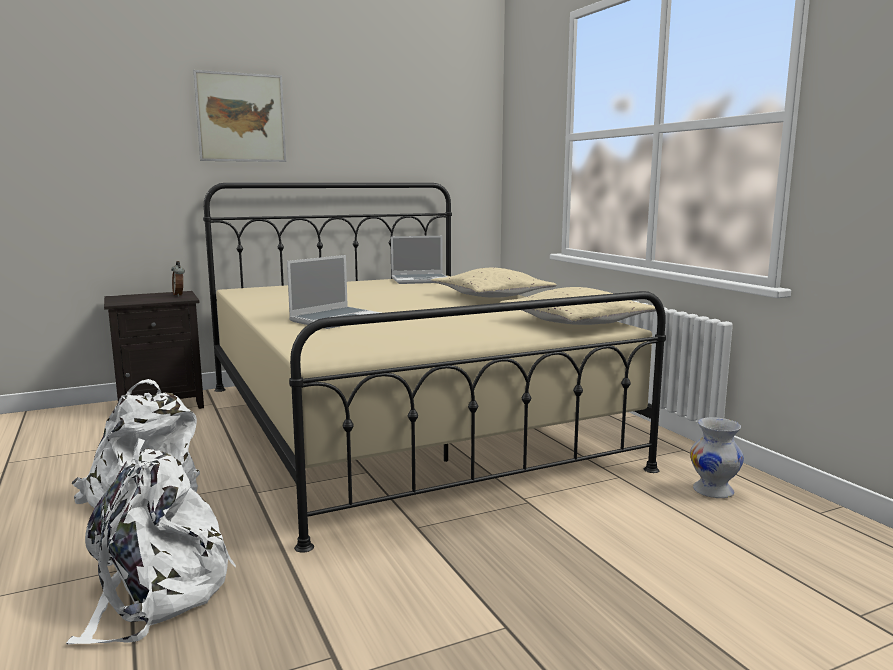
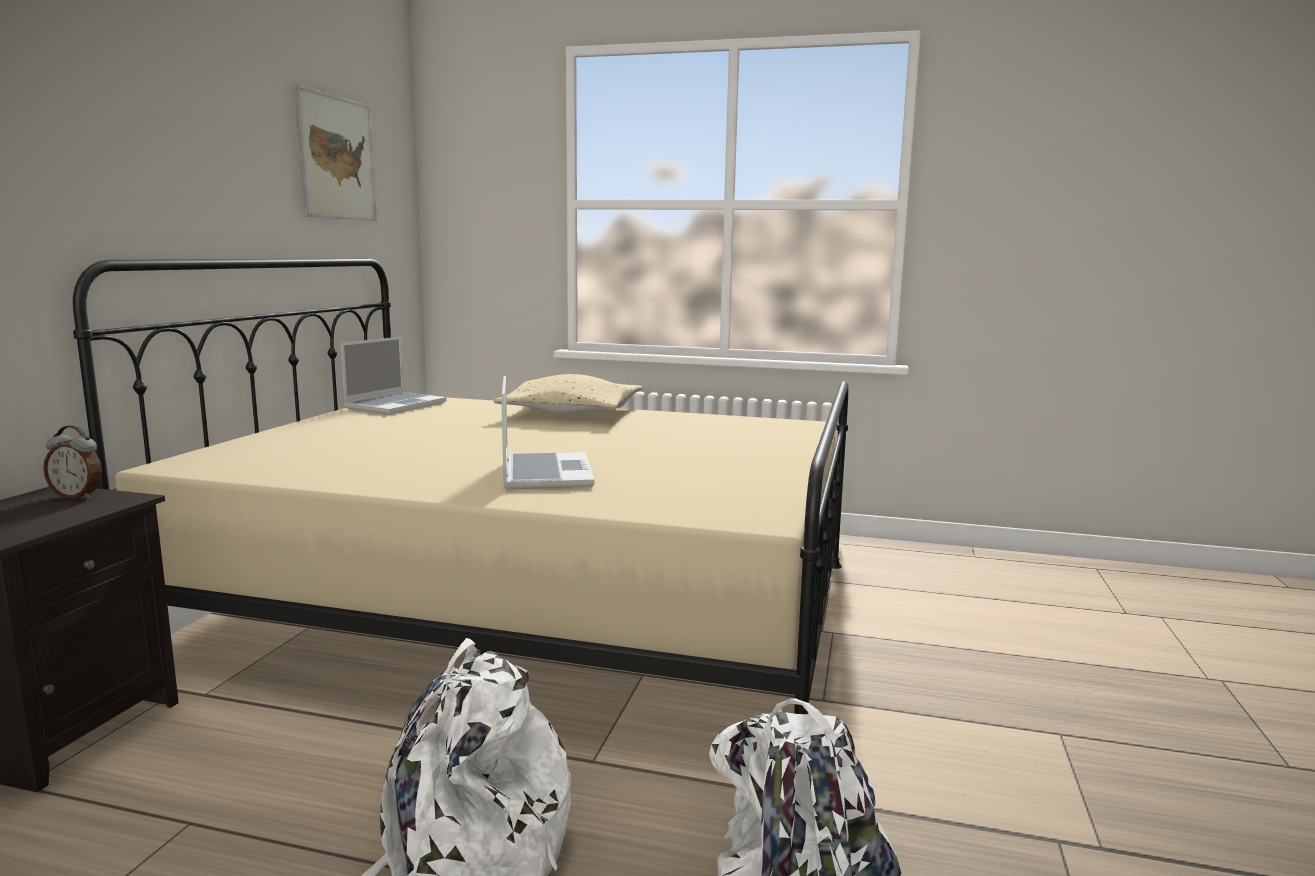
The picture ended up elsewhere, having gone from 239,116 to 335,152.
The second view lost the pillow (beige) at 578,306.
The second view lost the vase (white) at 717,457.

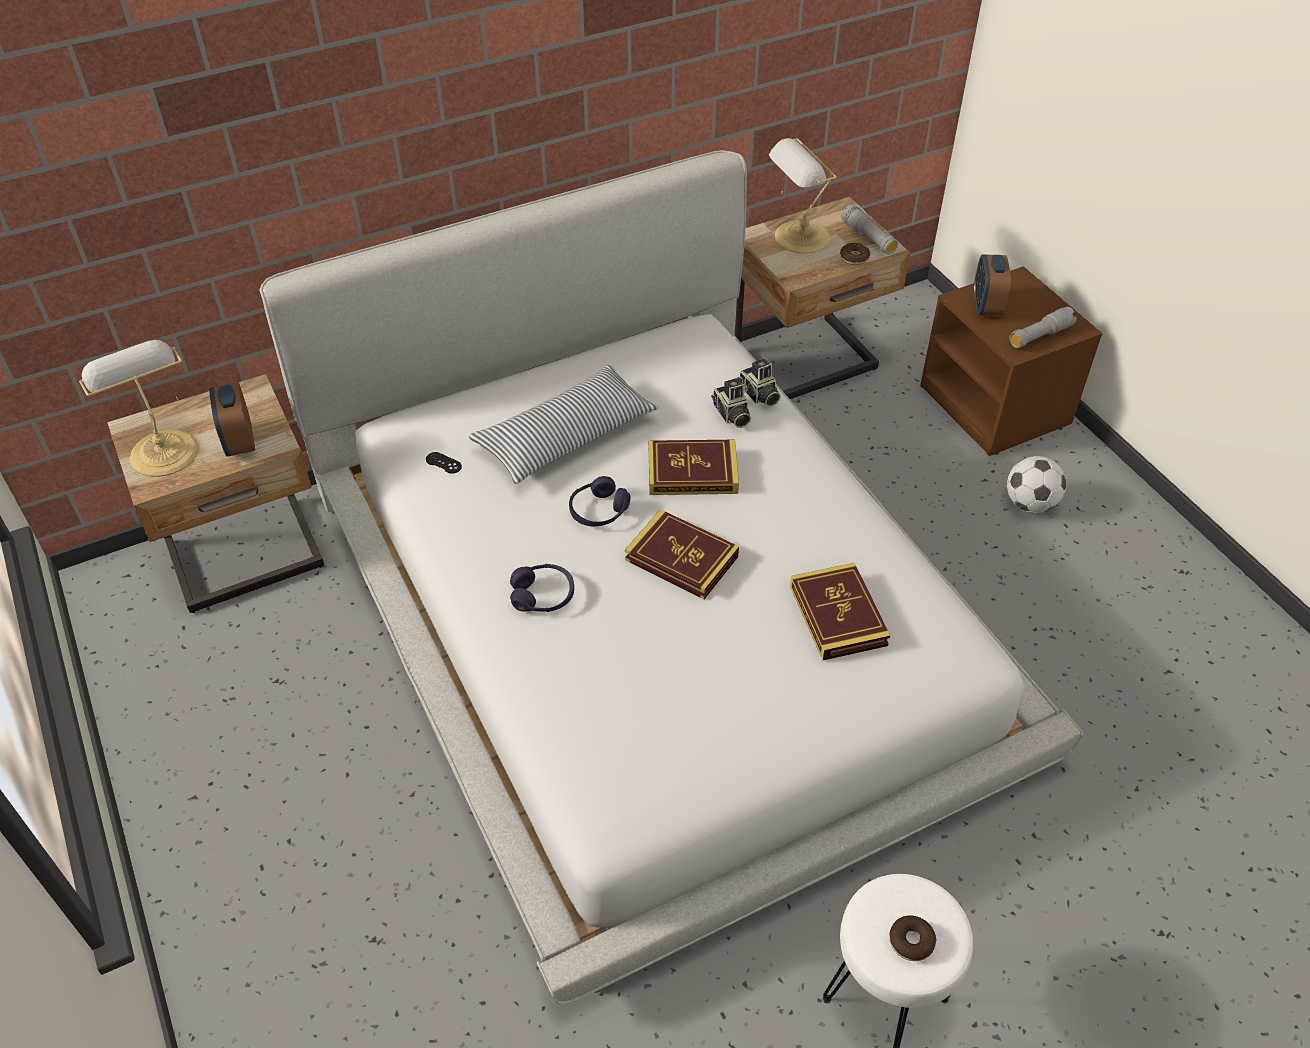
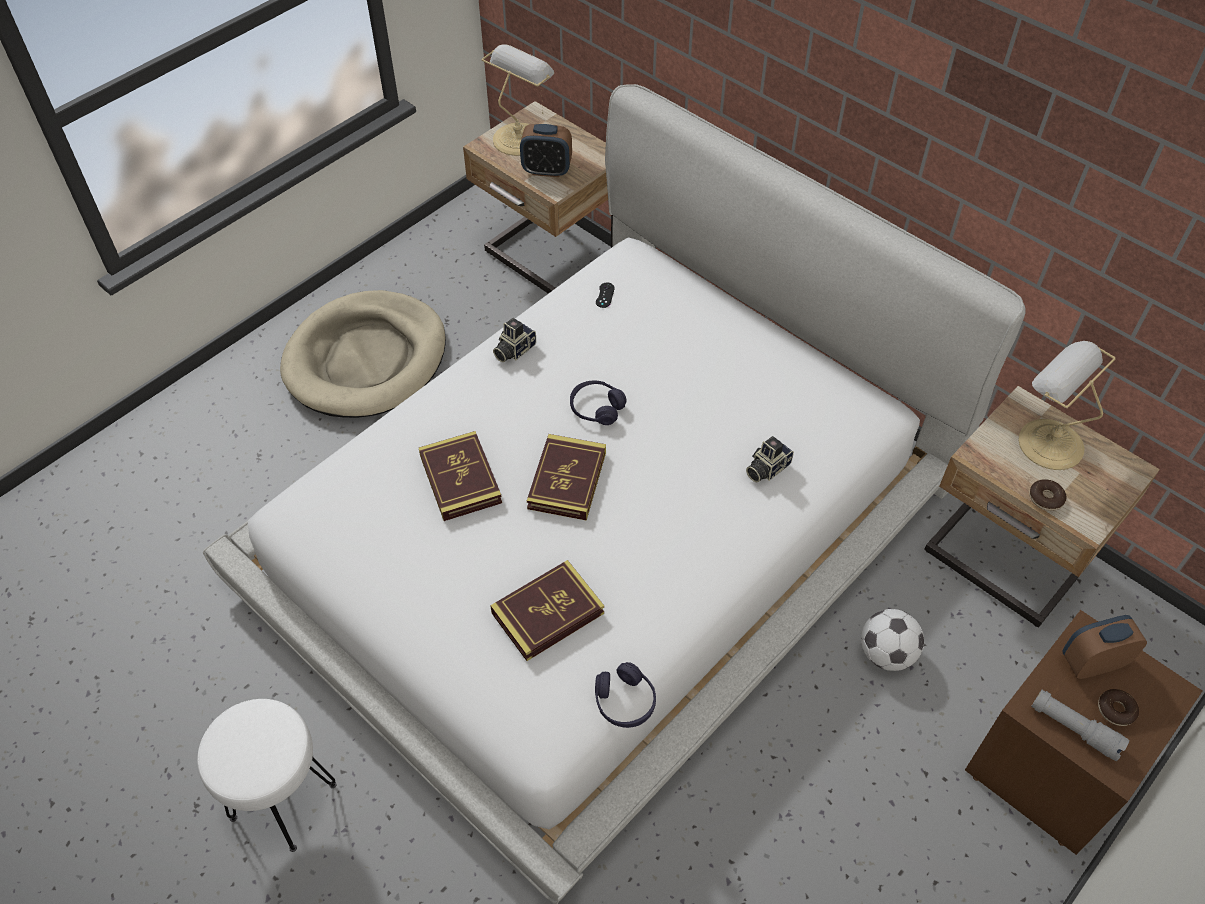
The second view gained the dog bed (beige) at 363,354.
The book ended up elsewhere, having gone from 694,467 to 460,476.
The photo camera ended up elsewhere, having gone from 759,382 to 514,340.
The alarm clock at 232,419 ended up facing another way, 135 degrees counterclockwise from before.
The headphones (purple) ended up elsewhere, having gone from 542,588 to 625,695.
The football ended up elsewhere, having gone from 1036,484 to 892,640.
The donut ended up elsewhere, having gone from 912,938 to 1118,707.
The second view lost the pillow at 564,424.
The second view lost the flashlight (grey) at 869,229.

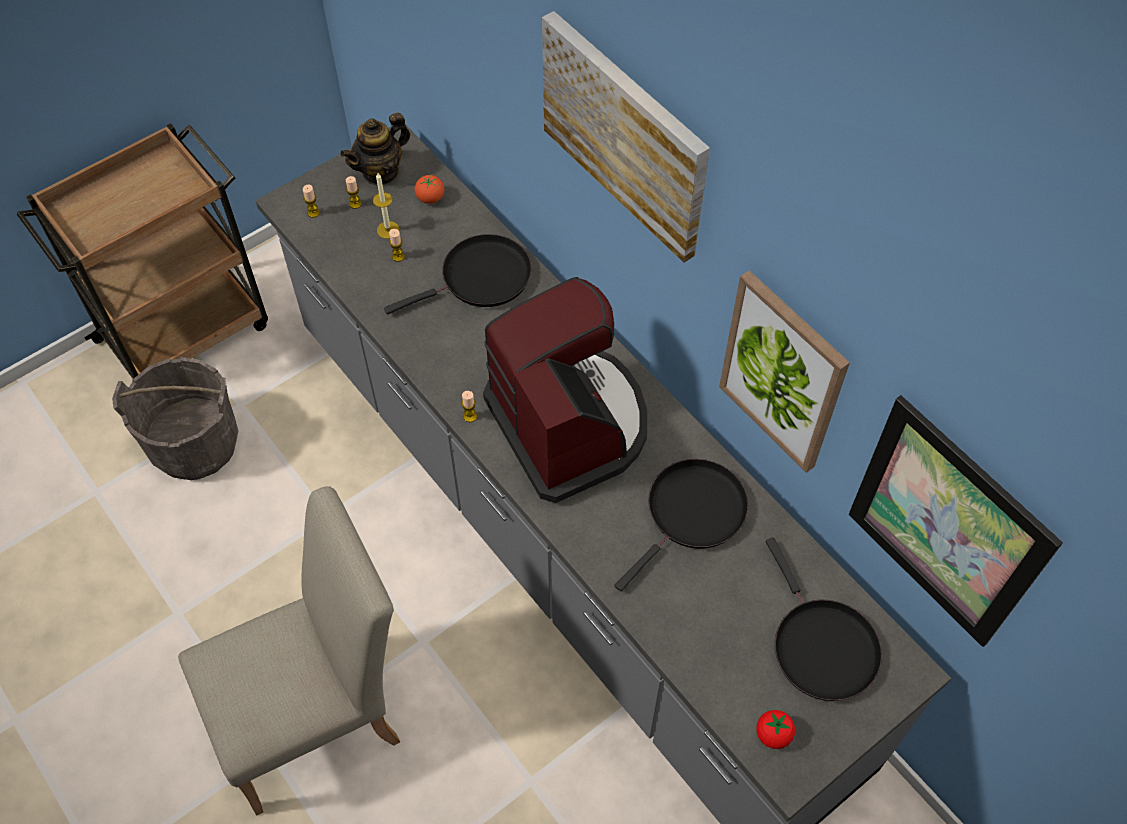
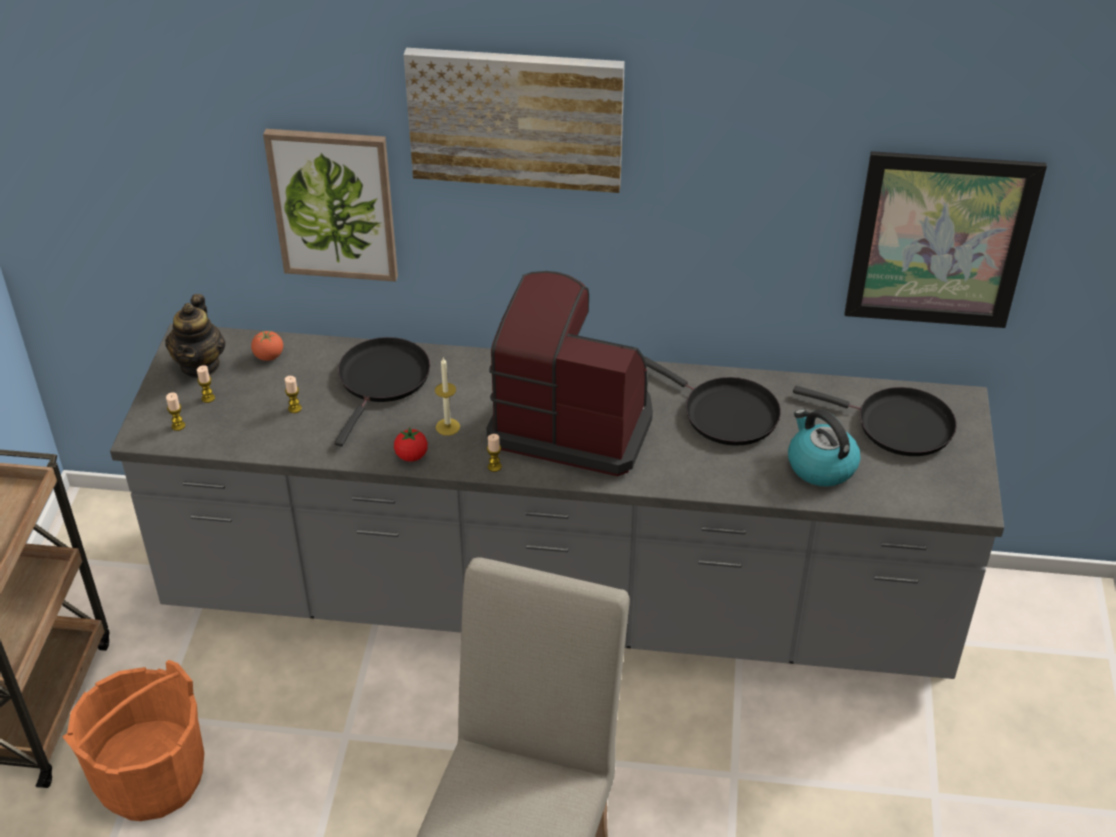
What was the bucket (grey) at 175,418 turned into the bucket (orange) at 133,740.
The picture ended up elsewhere, having gone from 784,371 to 330,205.
The tomato ended up elsewhere, having gone from 775,729 to 411,444.
The candle ended up elsewhere, having gone from 386,206 to 447,397.
The frying pan (black) at 681,525 ended up facing another way, 135 degrees clockwise from before.
The second view gained the kettle at 824,448.

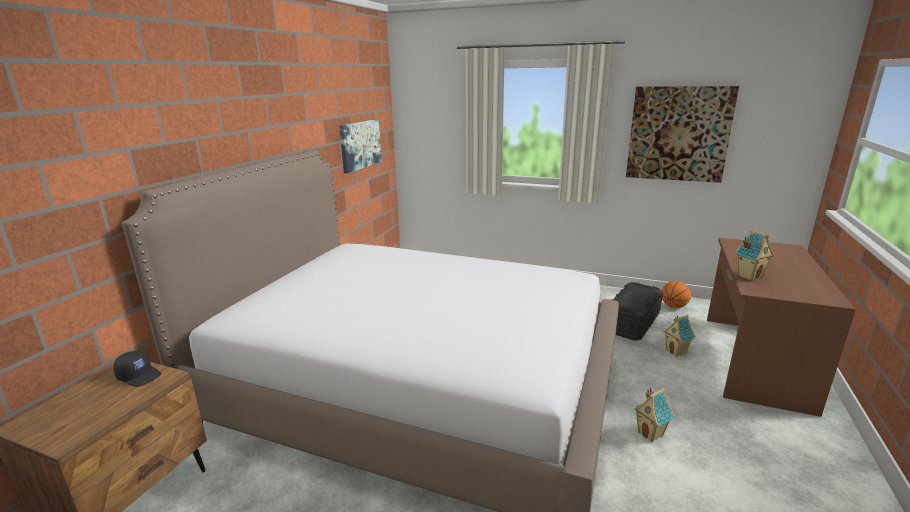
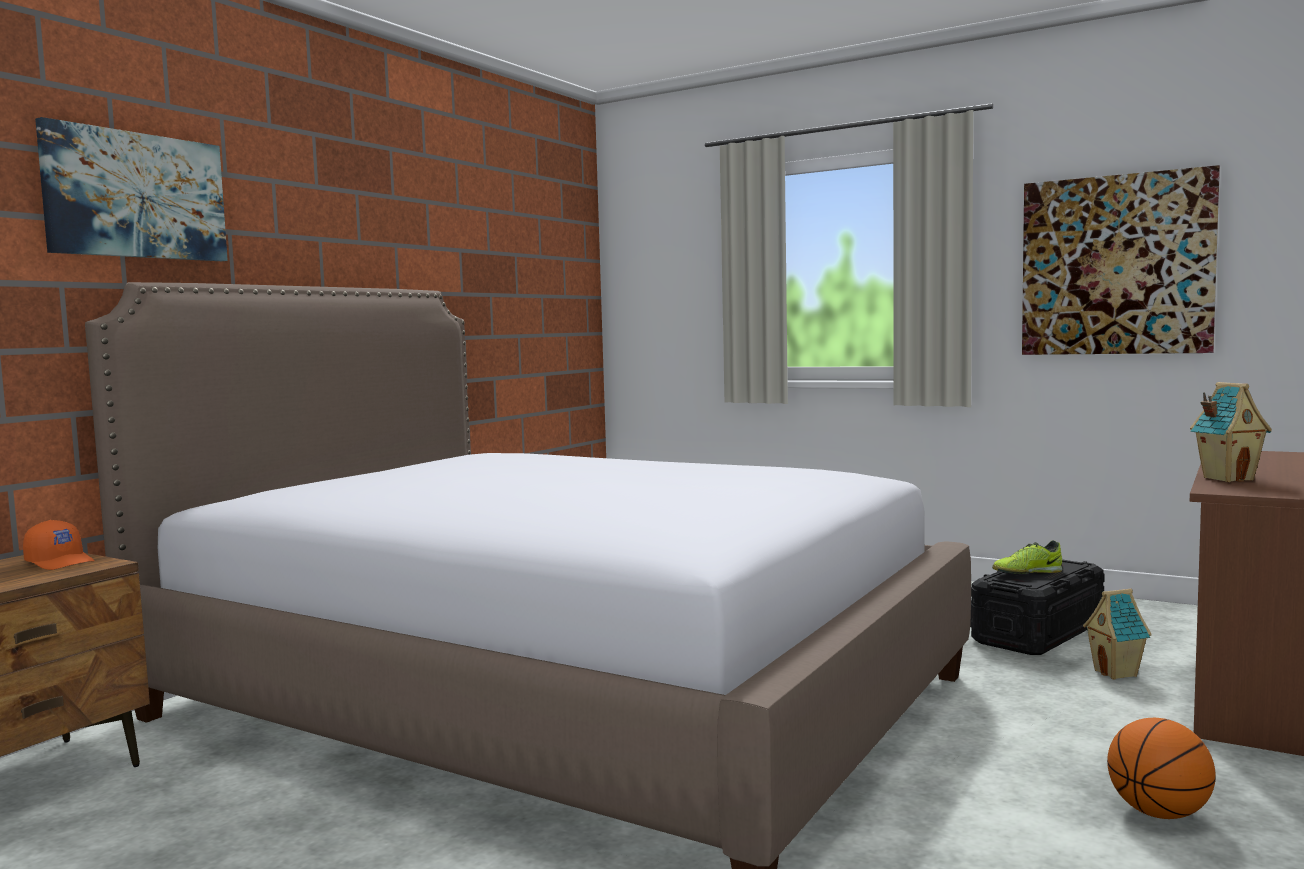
What was the cap (black) at 137,369 turned into the cap (orange) at 58,545.
The picture ended up elsewhere, having gone from 360,146 to 131,189.
The second view gained the shoe at 1027,557.
The basketball ended up elsewhere, having gone from 676,294 to 1161,768.
The second view lost the toy house at 654,414.

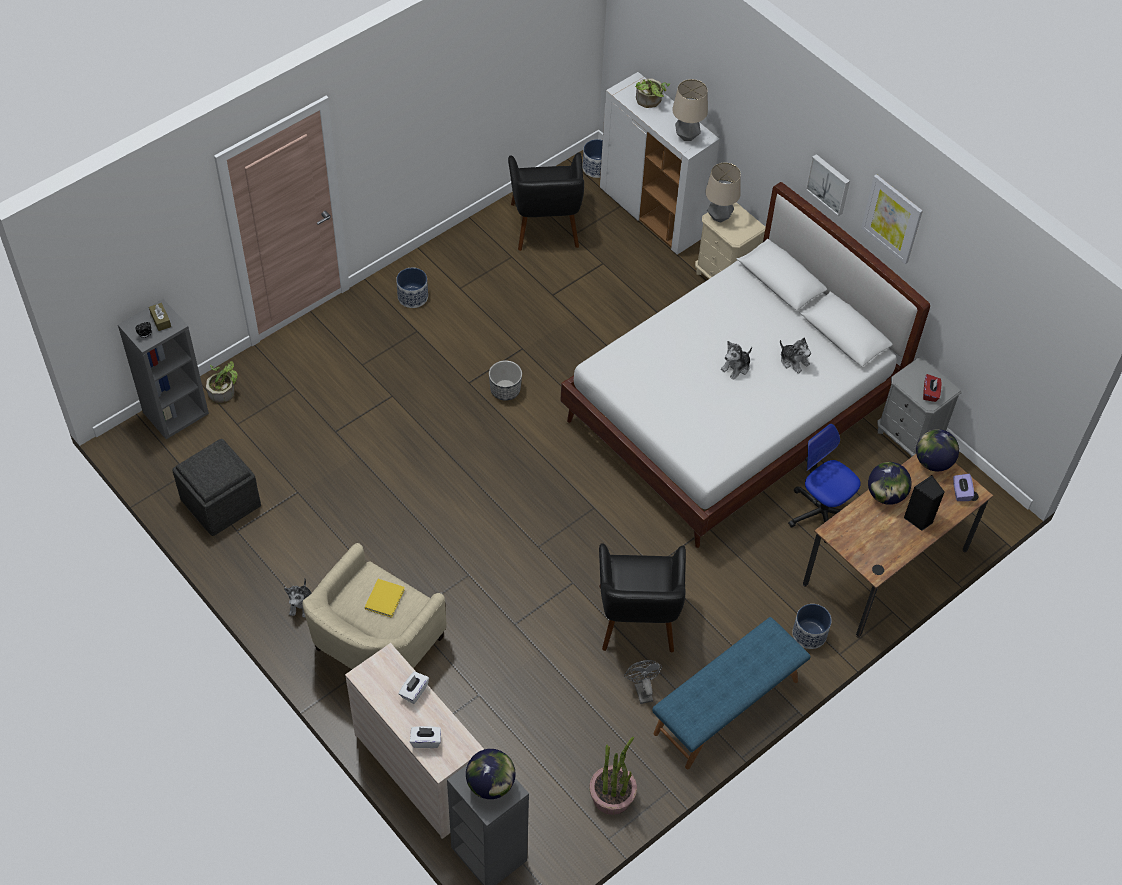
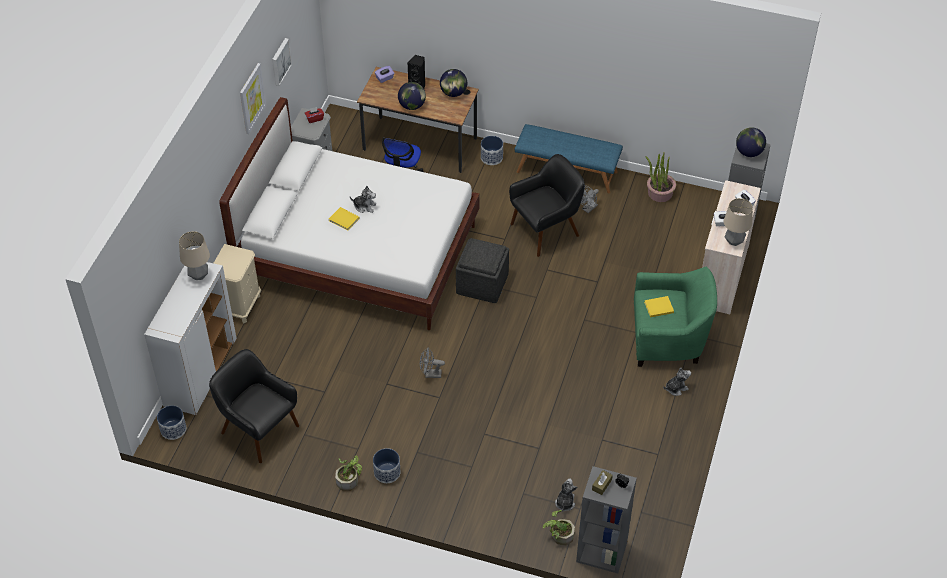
The armchair (black) at 546,201 ended up facing another way, 105 degrees counterclockwise from before.
The picture ended up elsewhere, having gone from 827,185 to 282,62.
The second view gained the book (yellow) at 344,219.
The potted plant ended up elsewhere, having gone from 652,93 to 348,473.
Where the planter stood at 505,380, the fan (grey) came to stand at 432,362.
The globe ended up elsewhere, having gone from 937,450 to 453,83.
The ottoman (grey) ended up elsewhere, having gone from 216,487 to 482,270.
The plush toy ended up elsewhere, having gone from 795,355 to 566,495.
What was the armchair (beige) at 374,606 turned into the armchair (green) at 675,317.
The table lamp ended up elsewhere, having gone from 723,192 to 738,222.

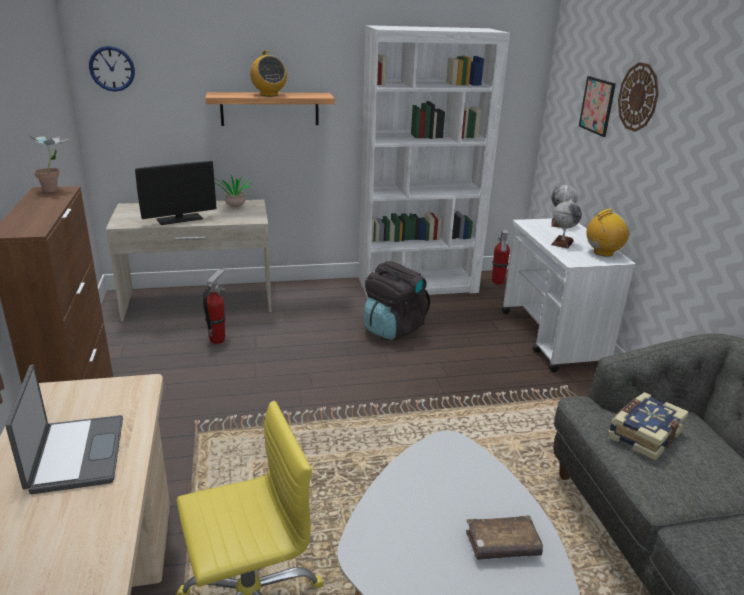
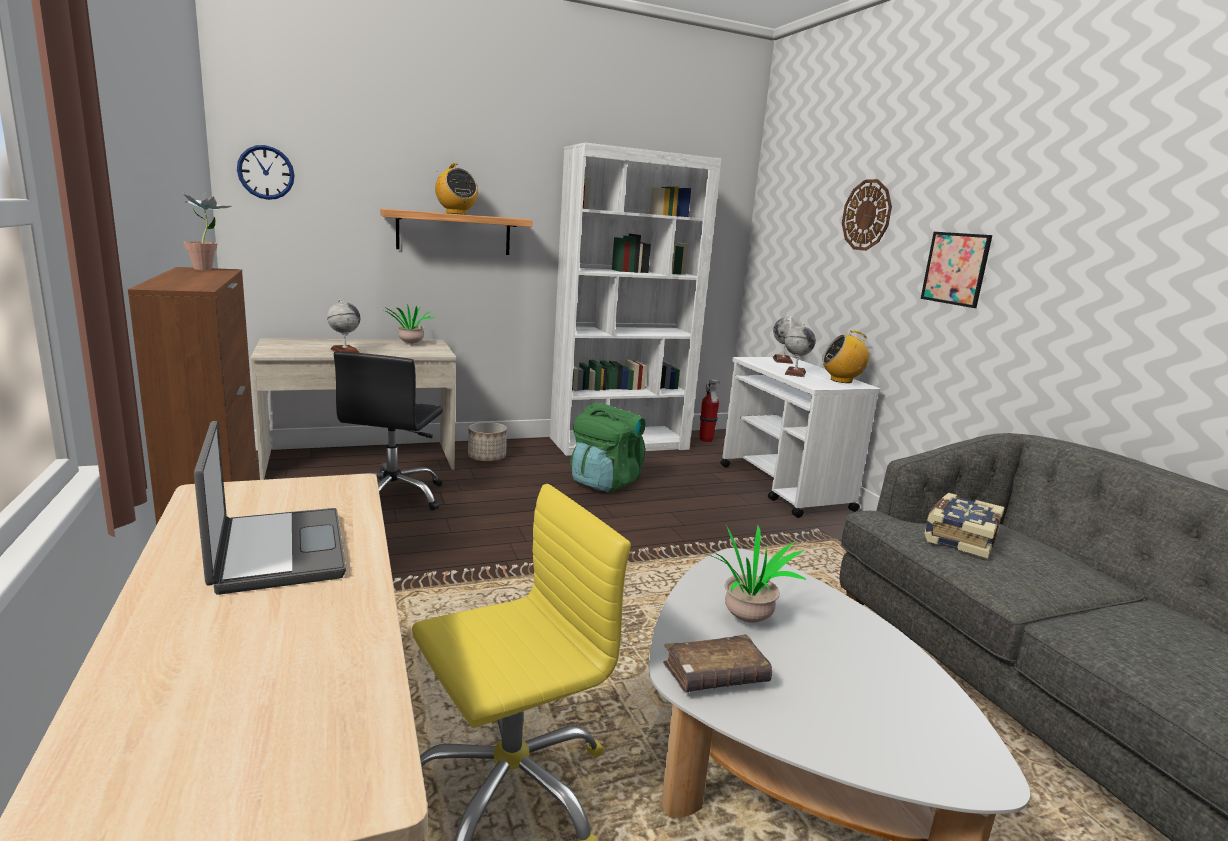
Where the monitor stood at 176,193, the globe came to stand at 343,326.
Where the fire extinguisher stood at 214,306, the office chair (black) came to stand at 388,431.
The second view gained the planter at 487,441.
What was the backpack (black) at 397,300 turned into the backpack (green) at 608,448.
The book (brown) ended up elsewhere, having gone from 504,537 to 717,663.
The second view gained the potted plant at 750,574.
The radio at 608,233 ended up facing another way, 150 degrees counterclockwise from before.
The picture ended up elsewhere, having gone from 597,106 to 956,270.

